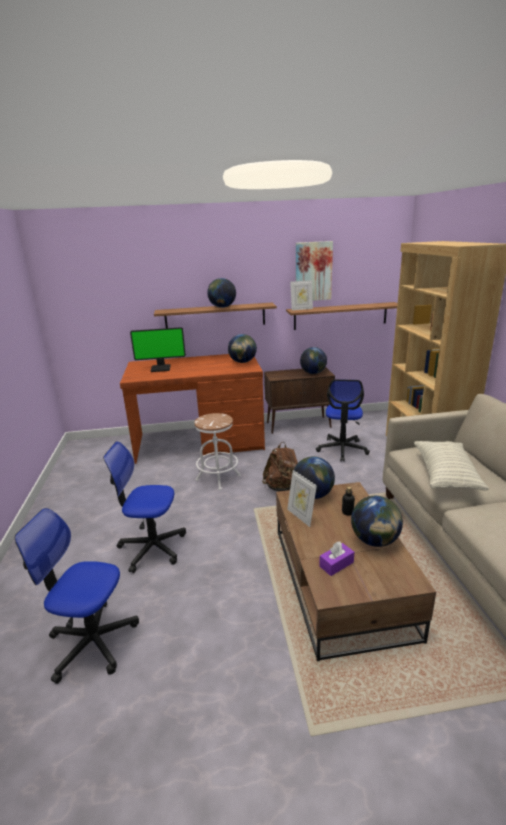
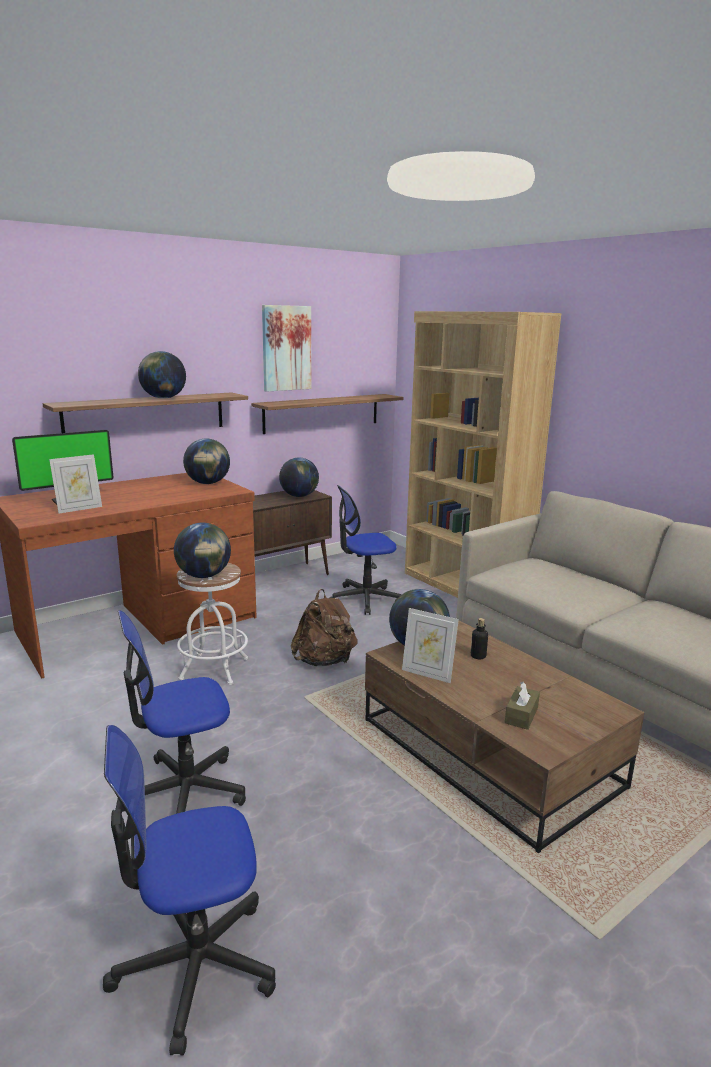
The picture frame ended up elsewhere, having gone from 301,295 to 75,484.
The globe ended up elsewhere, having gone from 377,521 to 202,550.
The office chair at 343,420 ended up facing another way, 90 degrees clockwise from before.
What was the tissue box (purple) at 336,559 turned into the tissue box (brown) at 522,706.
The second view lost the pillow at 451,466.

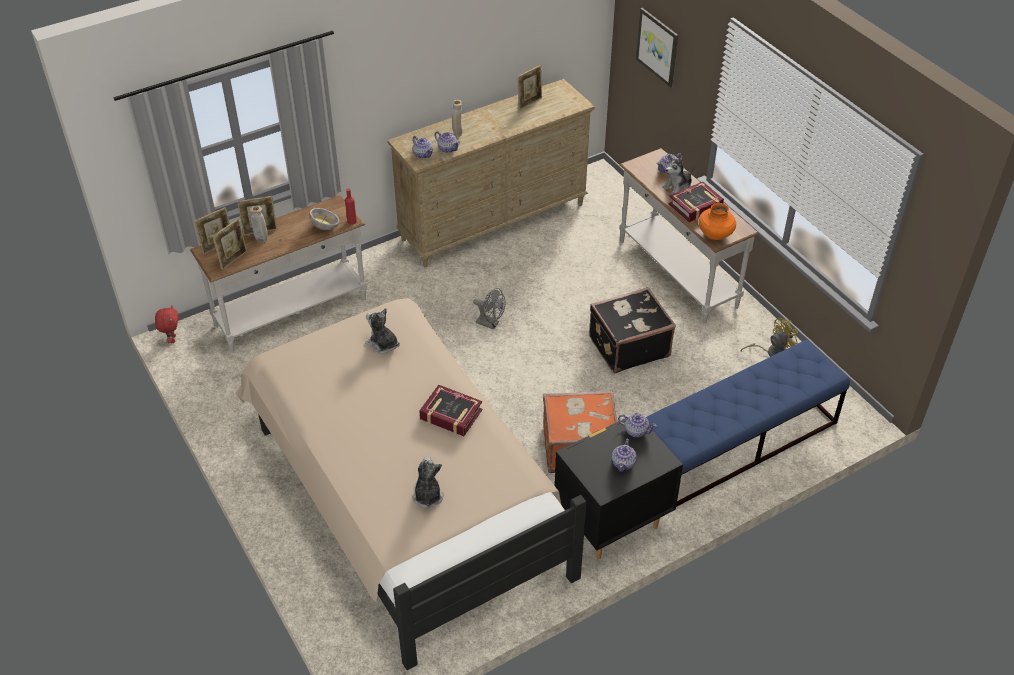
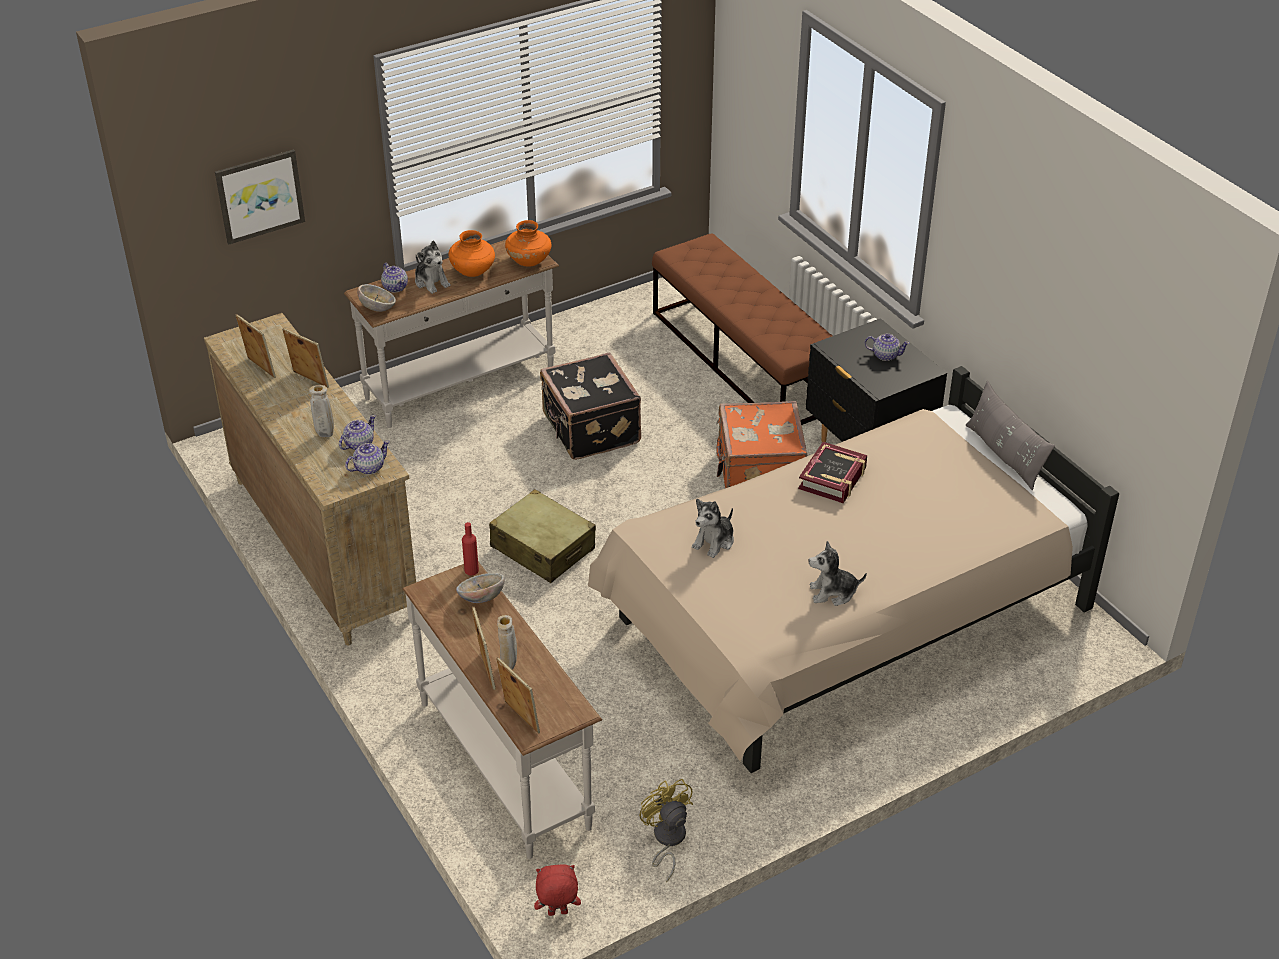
The picture frame ended up elsewhere, having gone from 229,244 to 305,358.
The second view gained the bowl at 376,298.
Where the book stood at 696,202, the vase (orange) came to stand at 471,253.
Where the fan (grey) stood at 489,309, the suitcase (beige) came to stand at 542,536.
The fan (yellow) ended up elsewhere, having gone from 769,337 to 666,830.
What was the bench (blue) at 748,423 turned into the bench (brown) at 742,329.
The plush toy ended up elsewhere, having gone from 428,482 to 838,573.
The second view gained the pillow (grey) at 1010,435.
The second view lost the teapot at 637,425.

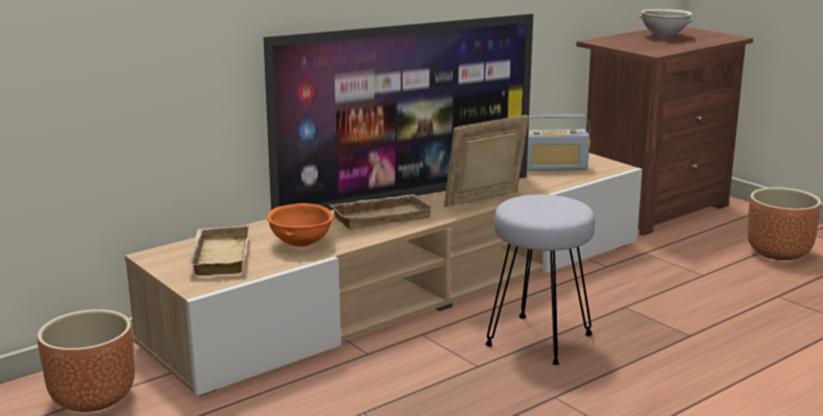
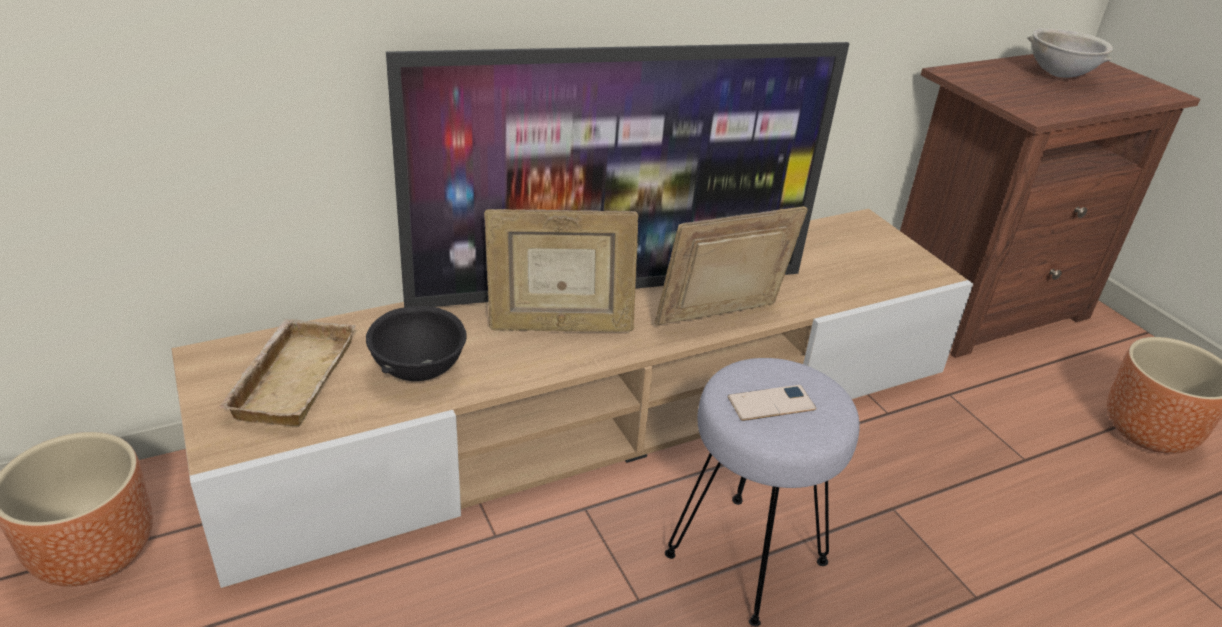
What was the bowl (orange) at 300,225 turned into the bowl (black) at 416,343.
Where the tray (beige) stood at 381,211, the picture frame came to stand at 561,270.
The second view gained the phone at 772,403.
The second view lost the radio at 558,142.

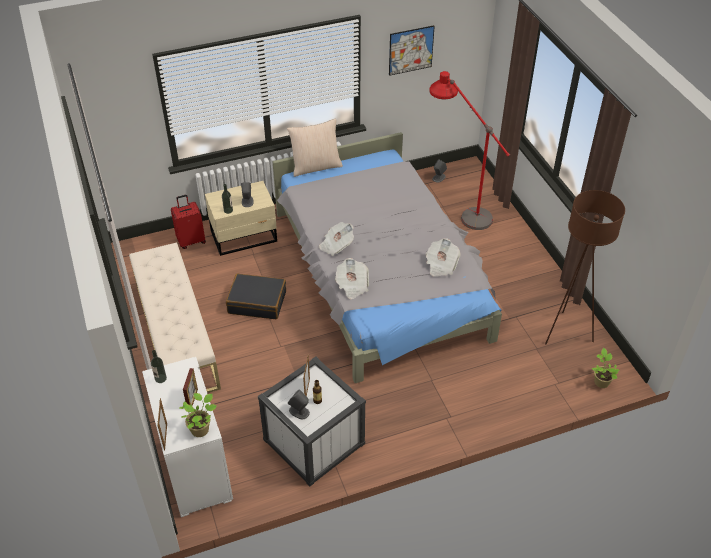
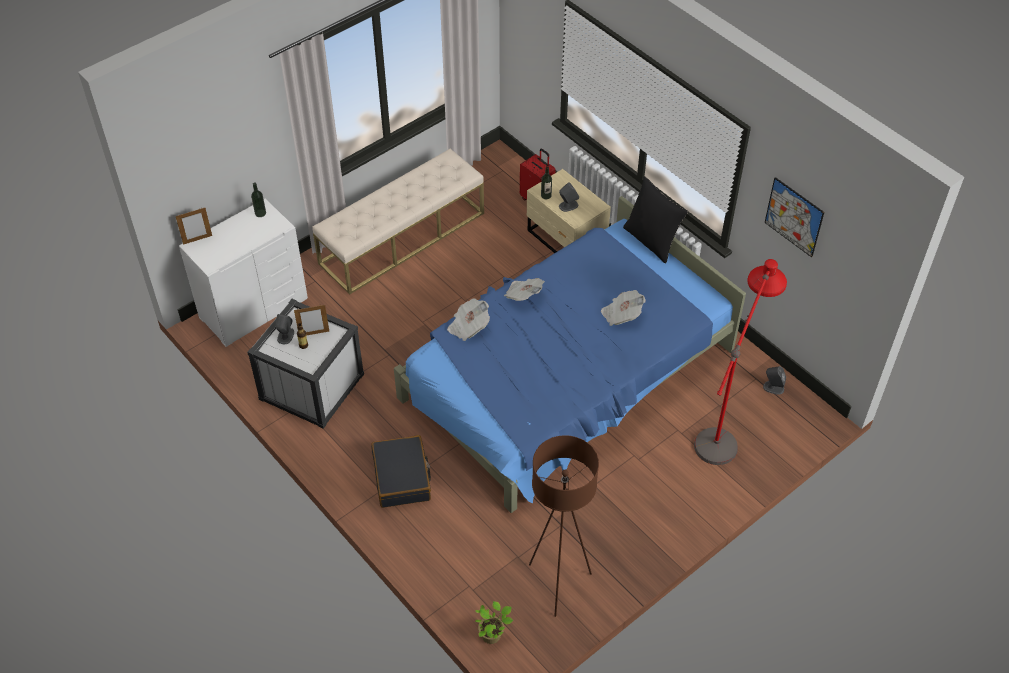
The suitcase (black) ended up elsewhere, having gone from 256,296 to 401,471.
What was the bed (grey) at 387,257 turned into the bed (blue) at 570,354.
The newspaper ended up elsewhere, having gone from 443,257 to 623,308.
What was the pillow (beige) at 315,147 turned into the pillow (black) at 655,220.
The second view lost the potted plant at 198,415.
The second view lost the picture frame at 190,387.

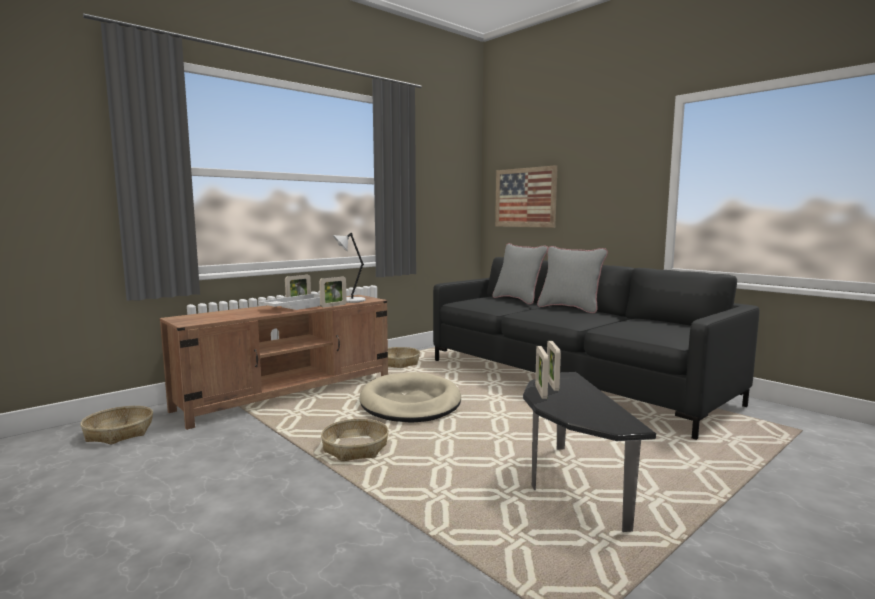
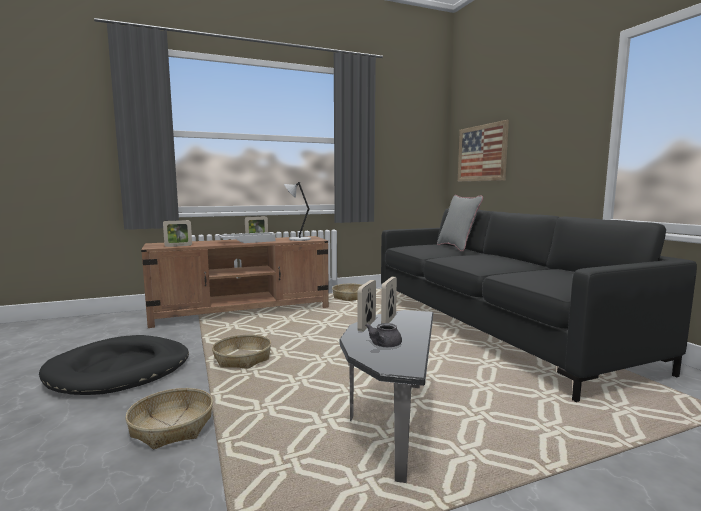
The second view gained the dog bed (black) at 114,365.
The basket ended up elsewhere, having gone from 116,425 to 169,418.
The picture frame ended up elsewhere, having gone from 333,291 to 177,233.
The second view gained the teapot (grey) at 383,335.
The second view lost the dog bed (beige) at 410,397.
The second view lost the pillow (grey) at 572,279.

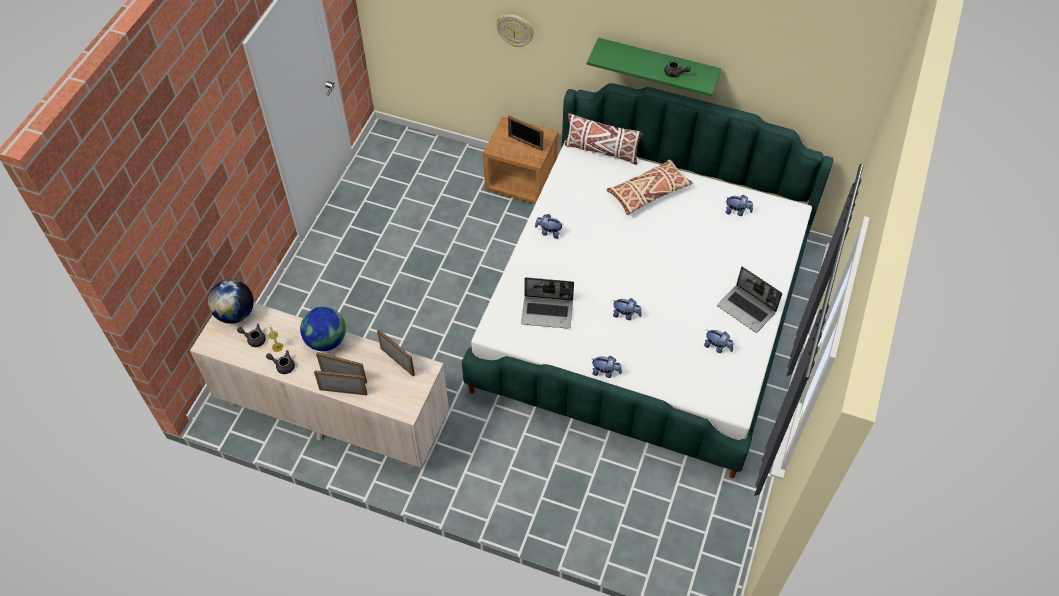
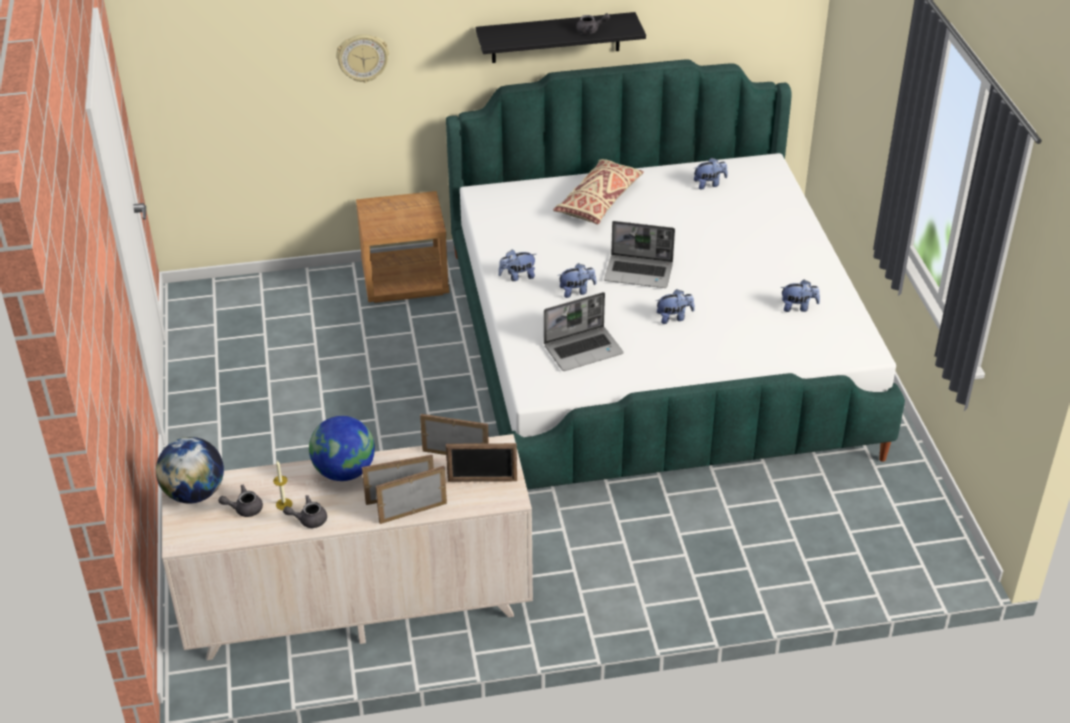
The picture frame ended up elsewhere, having gone from 526,133 to 481,462.
What was the shelf (green) at 654,67 turned into the shelf (black) at 561,37.
The plush toy ended up elsewhere, having gone from 607,367 to 577,280.
The laptop ended up elsewhere, having gone from 749,300 to 639,254.
The second view lost the pillow (white) at 604,139.

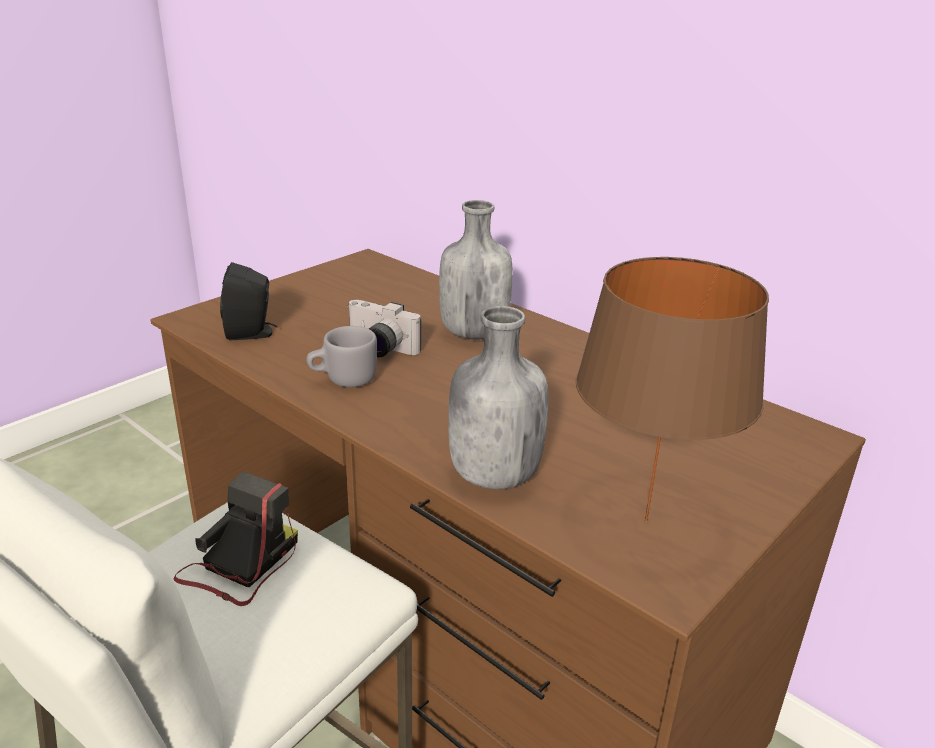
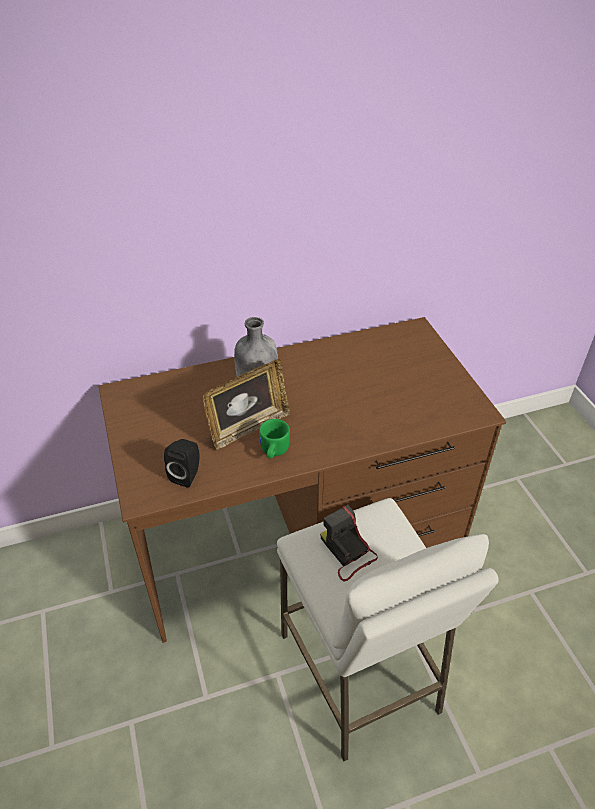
Where the photo camera stood at 384,328, the picture frame came to stand at 246,404.
What was the mug (grey) at 341,356 turned into the mug (green) at 274,438.
The second view lost the bottle (grey) at 498,397.
The second view lost the table lamp (brown) at 672,389.

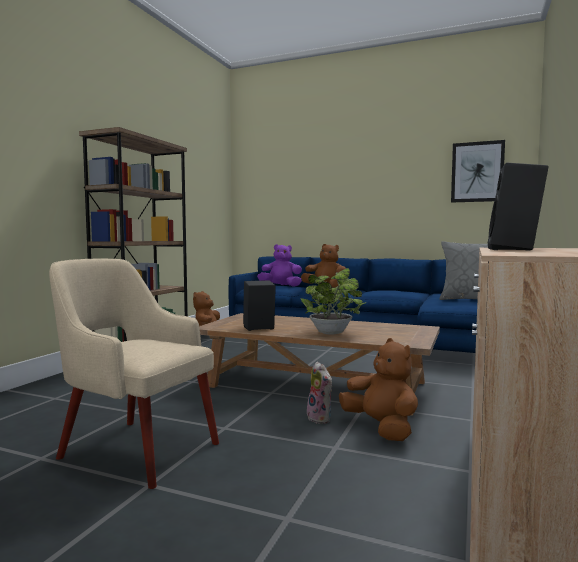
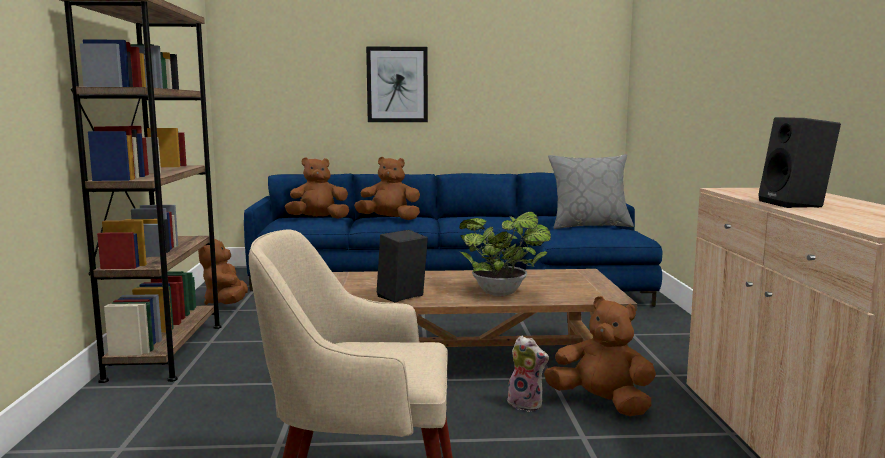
What was the plush toy (purple) at 279,265 turned into the plush toy (brown) at 317,188.
The picture ended up elsewhere, having gone from 478,171 to 397,84.

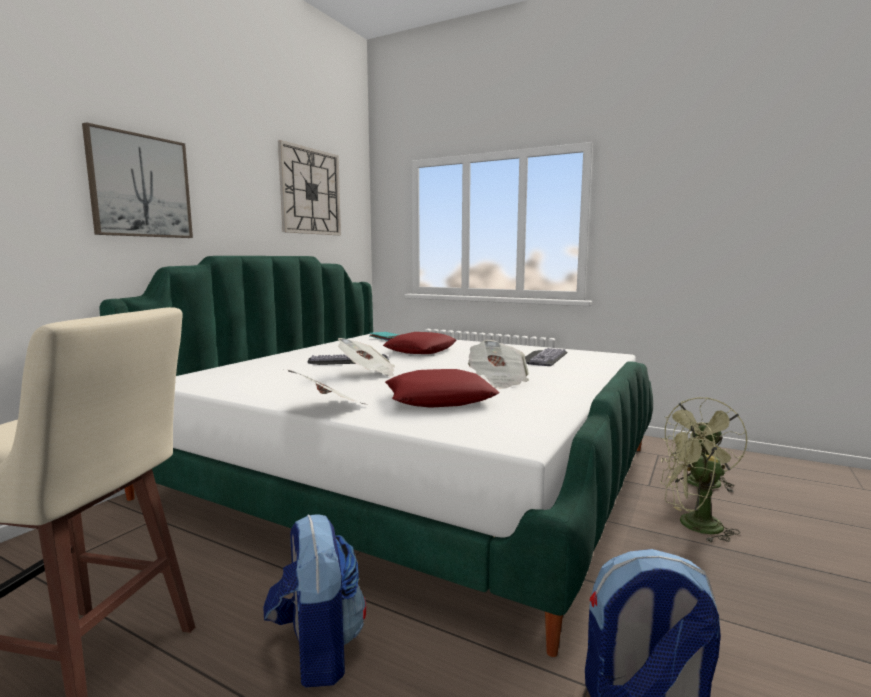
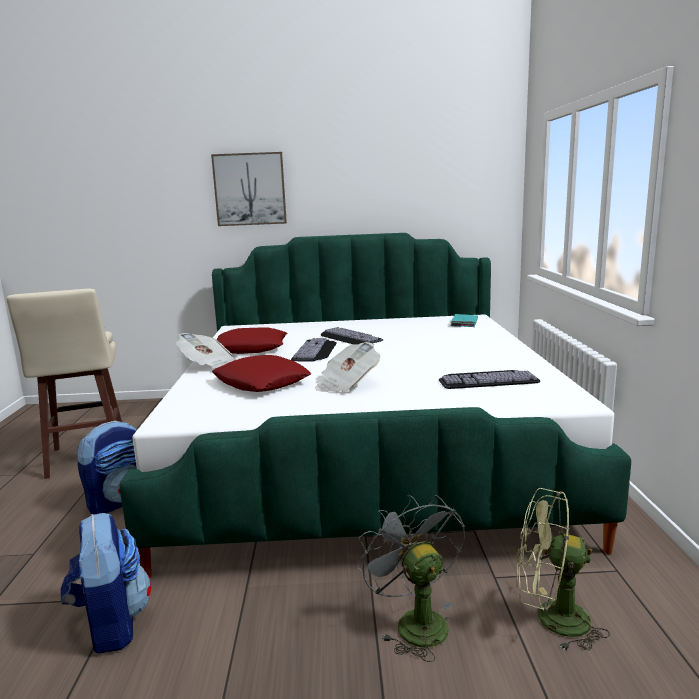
The pillow (red) ended up elsewhere, having gone from 419,343 to 252,340.
Where the newspaper stood at 366,357, the keyboard came to stand at 314,349.
What was the fan (green) at 700,482 turned into the fan (grey) at 411,578.
The second view lost the wall clock at 309,187.

